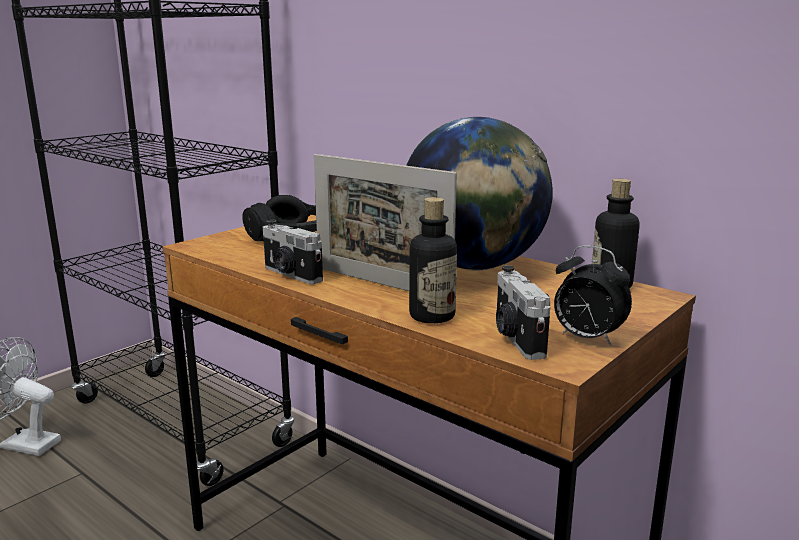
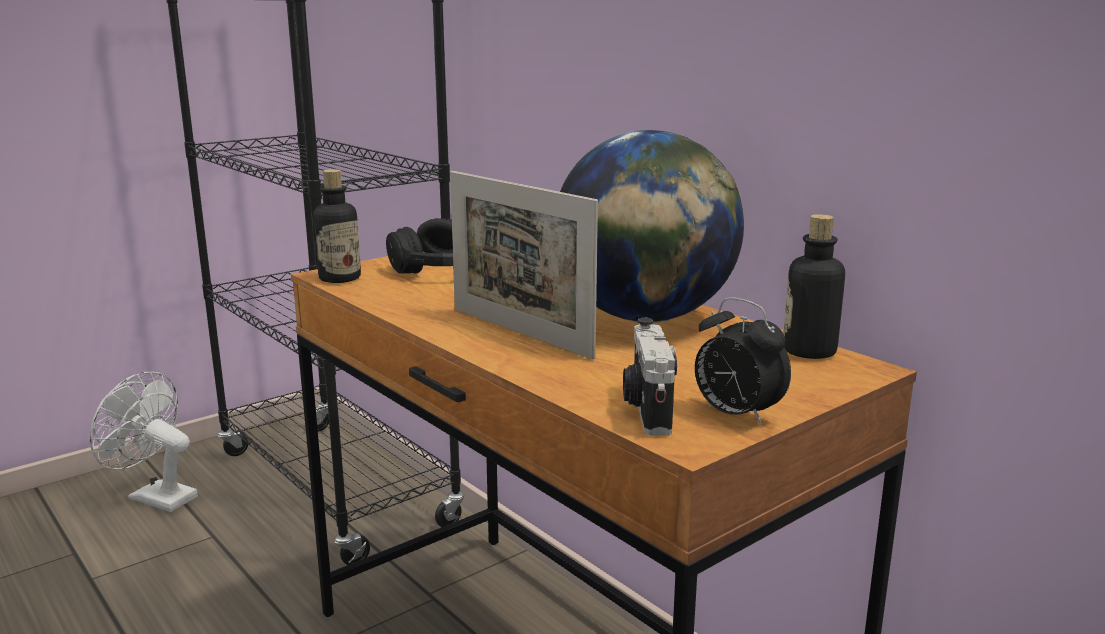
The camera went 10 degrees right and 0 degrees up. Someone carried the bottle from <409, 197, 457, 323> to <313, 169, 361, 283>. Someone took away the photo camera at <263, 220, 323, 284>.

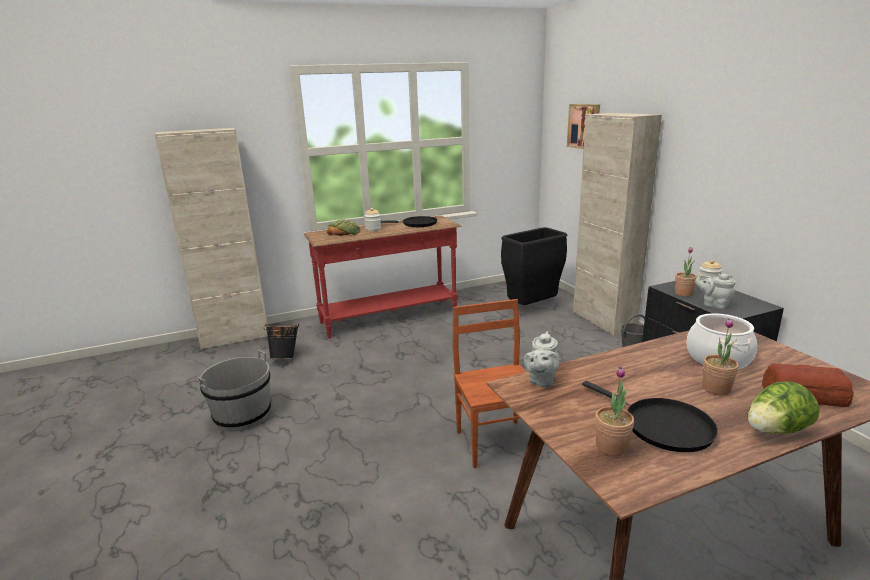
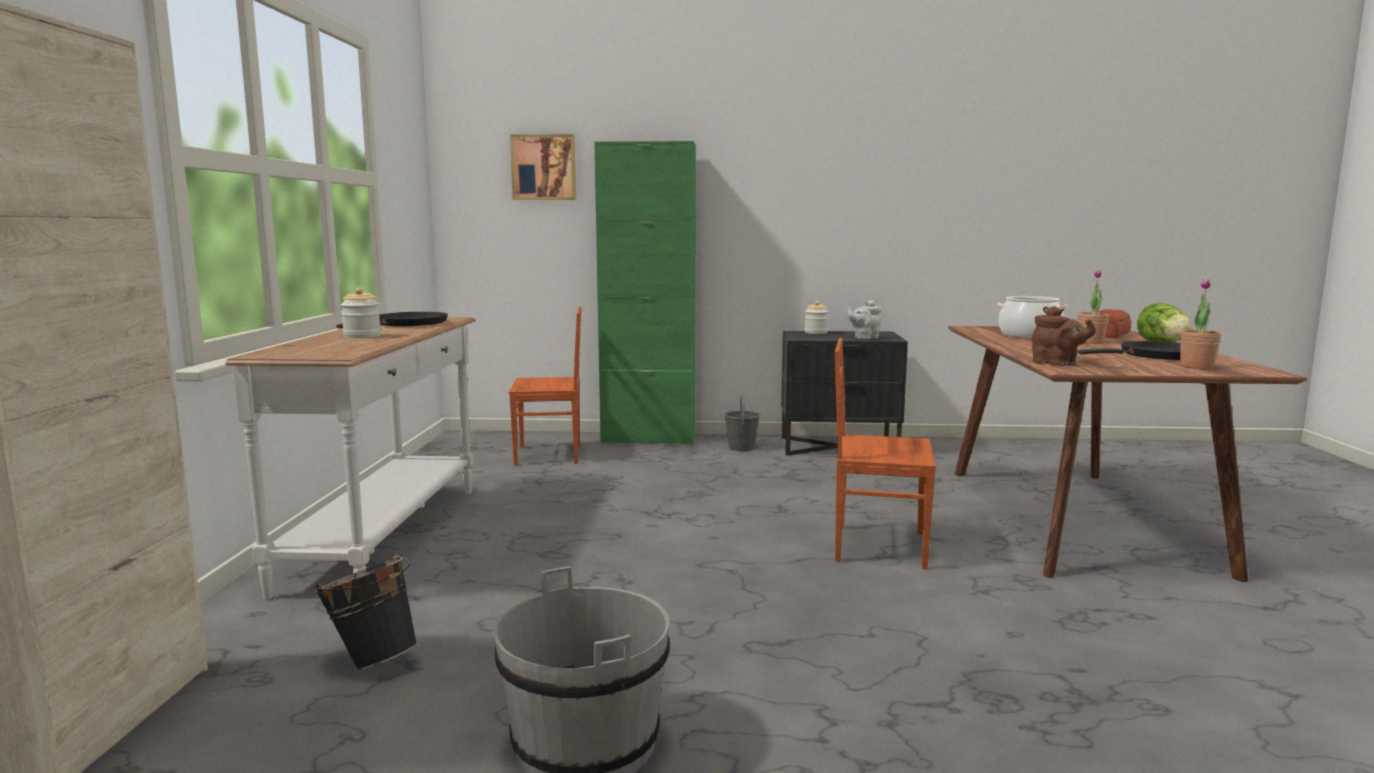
The camera went 65 degrees left and 10 degrees down. Someone repainted the beige cabinet at <573, 113, 662, 336>, which became the green cabinet at <594, 141, 696, 445>. Someone repainted the red console table at <304, 215, 461, 338>, which became the white console table at <225, 317, 476, 599>. Someone took away the bread at <327, 219, 360, 236>. Someone swapped the black trash can at <501, 227, 568, 305> for the brown chair at <509, 306, 581, 466>. Someone took away the potted plant at <675, 247, 697, 297>. Someone repainted the grey teapot at <524, 331, 560, 388>, which became the brown teapot at <1032, 306, 1096, 366>.

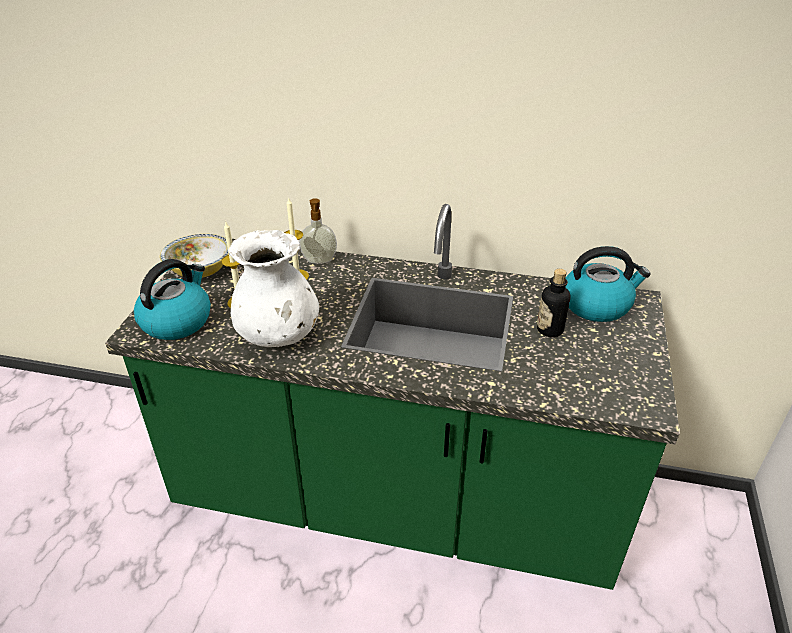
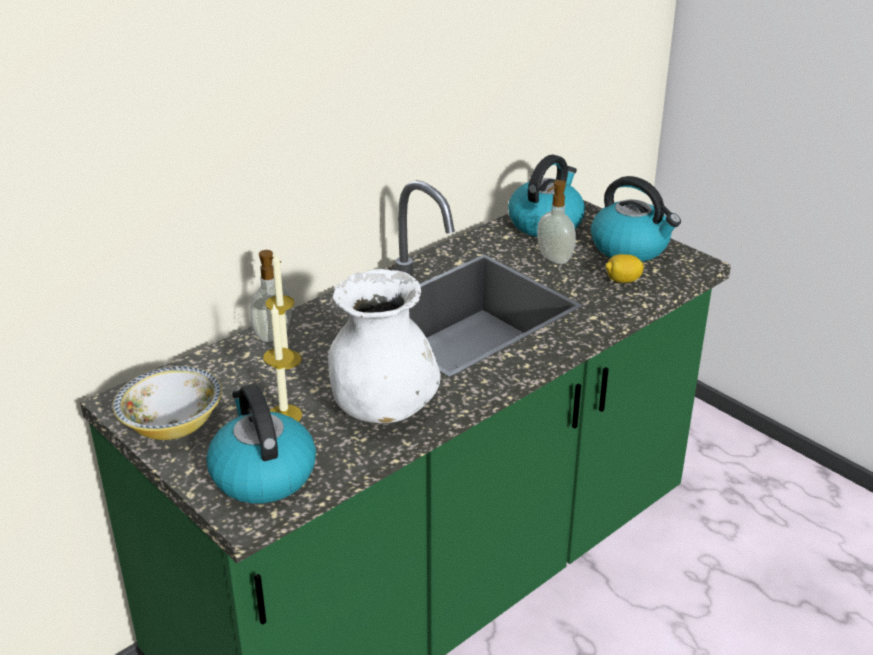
The camera went 55 degrees left and 5 degrees down. Someone swapped the bottle at <537, 269, 571, 337> for the soap dispenser at <537, 180, 576, 264>. Someone put down the kettle at <591, 176, 681, 262>. Someone put down the lemon at <605, 254, 644, 283>.

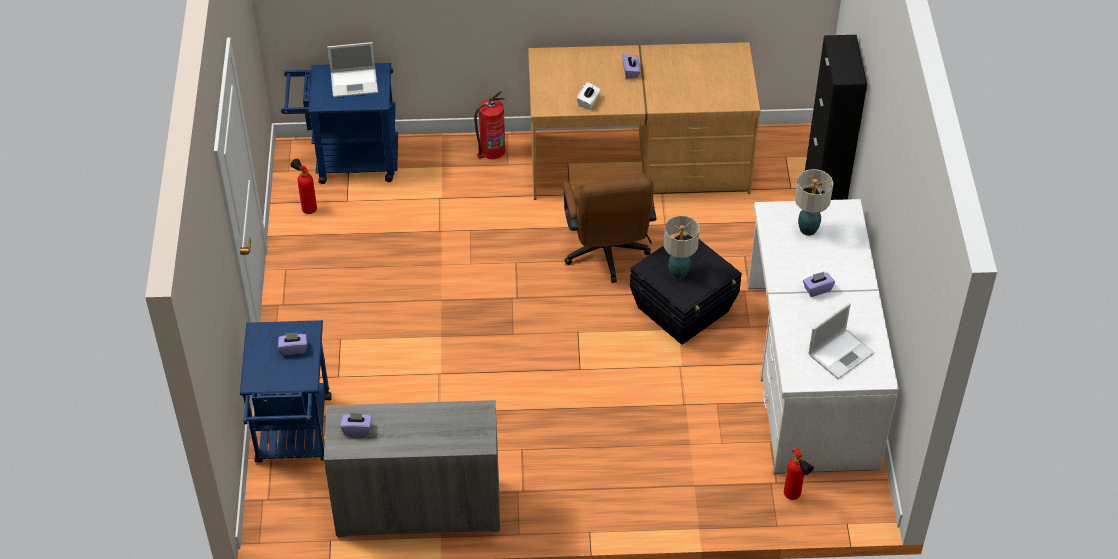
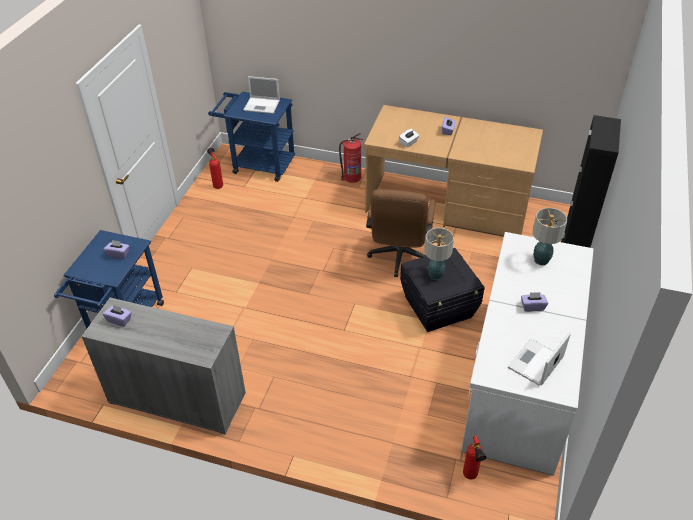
The camera went 20 degrees right and 5 degrees down. Someone rotated the laptop at <809, 303, 875, 379> by 150 degrees clockwise.

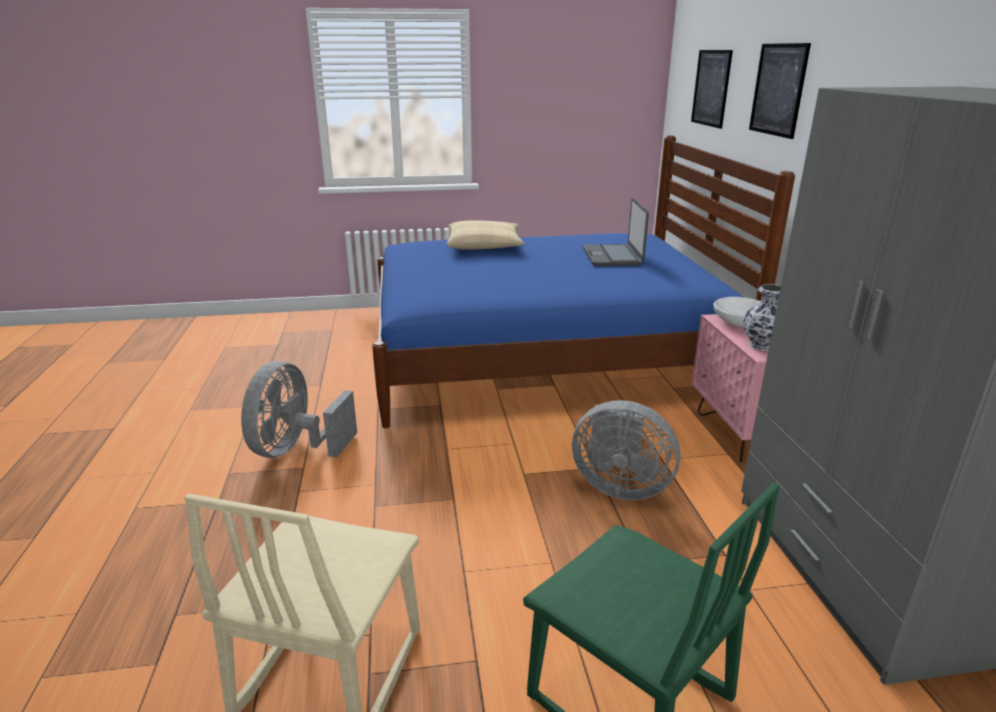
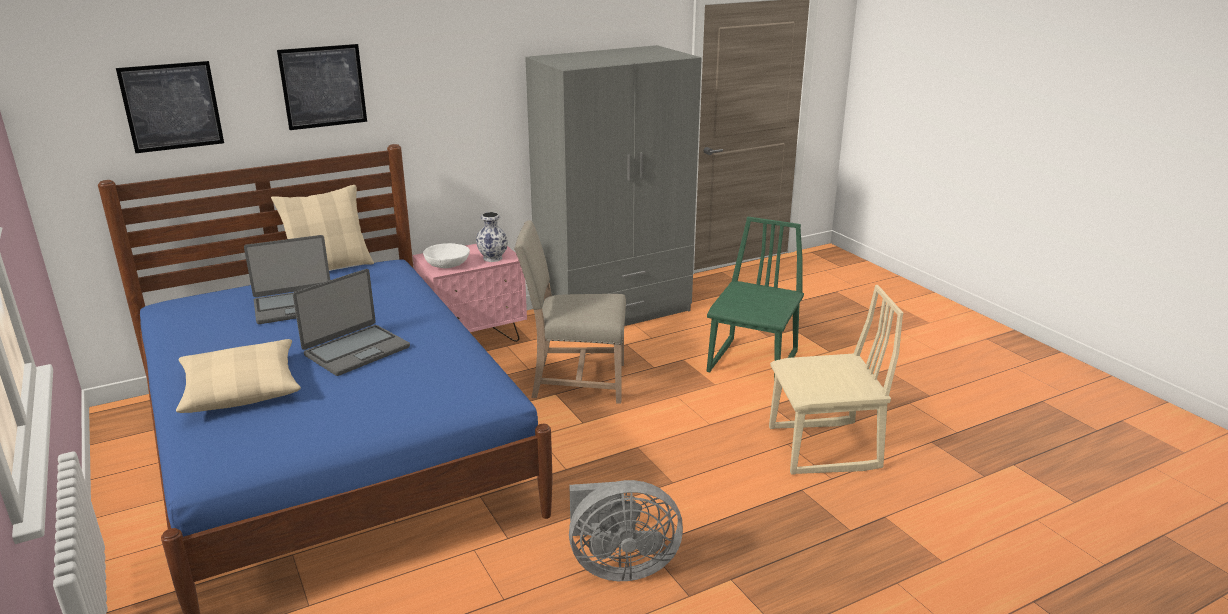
The camera went 110 degrees left and 0 degrees up. Someone swapped the grey fan at <572, 400, 680, 500> for the beige chair at <514, 220, 626, 404>. Someone put down the beige pillow at <271, 185, 374, 270>. Someone put down the laptop at <293, 269, 410, 376>.

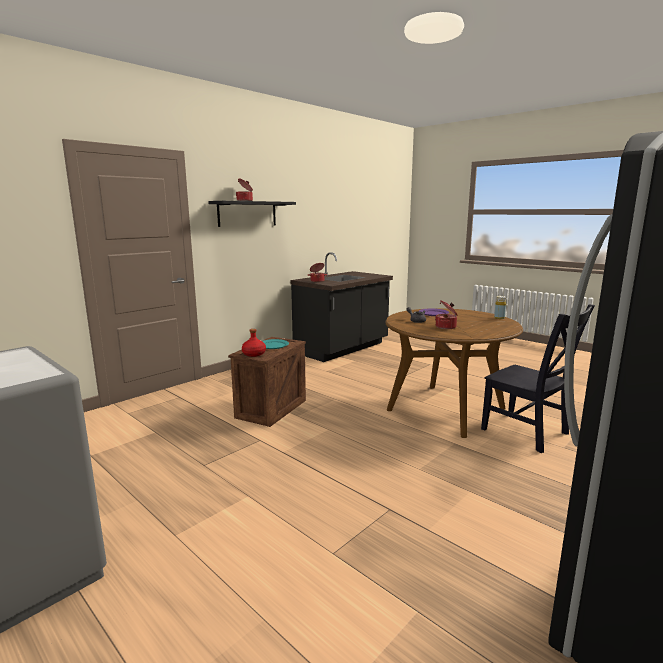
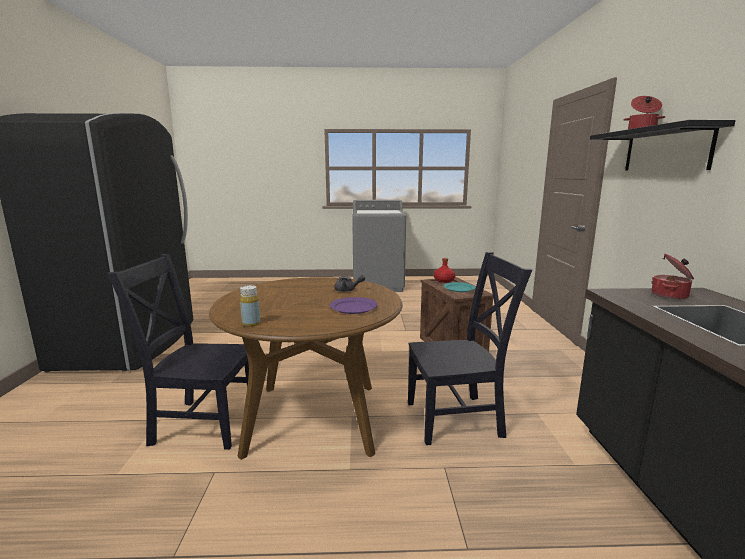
The camera went 135 degrees right and 0 degrees up. Someone took away the cooking pot at <435, 300, 457, 329>. Someone put down the black chair at <408, 252, 532, 445>.

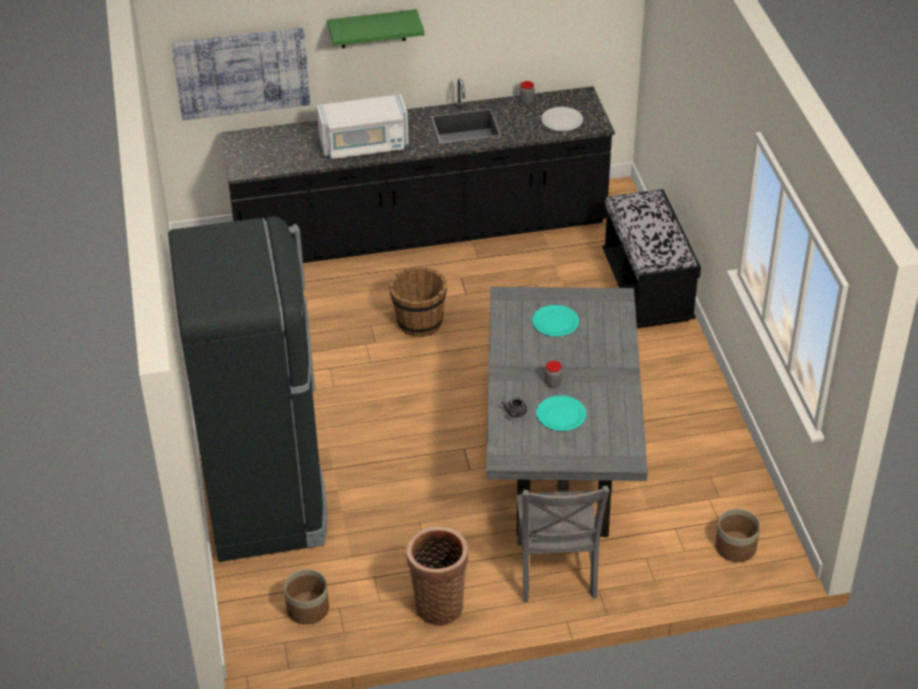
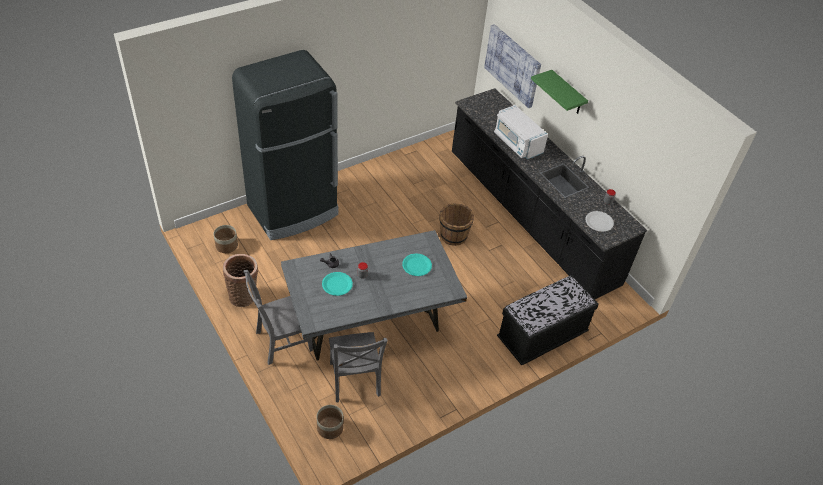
The camera went 65 degrees right and 5 degrees up. Someone put down the grey chair at <329, 332, 388, 402>.

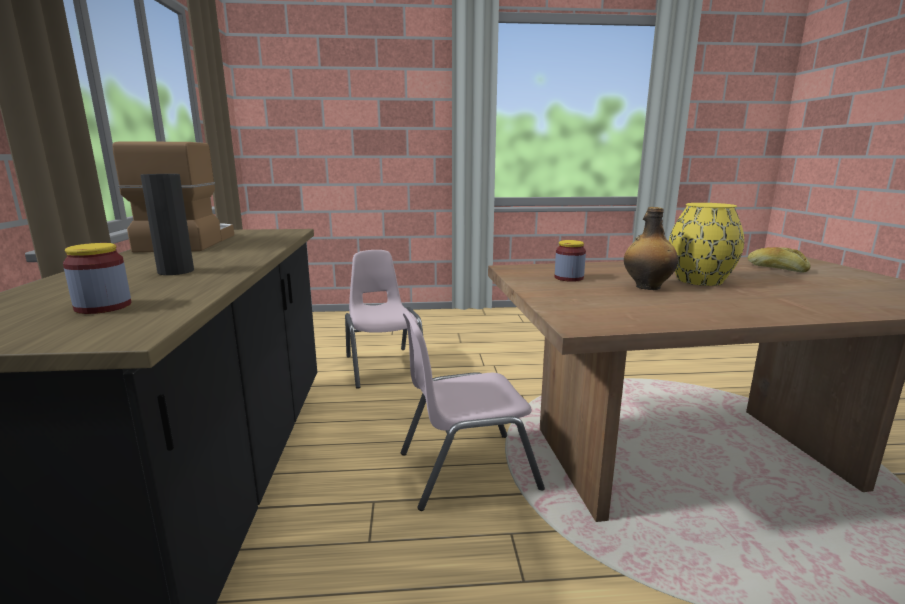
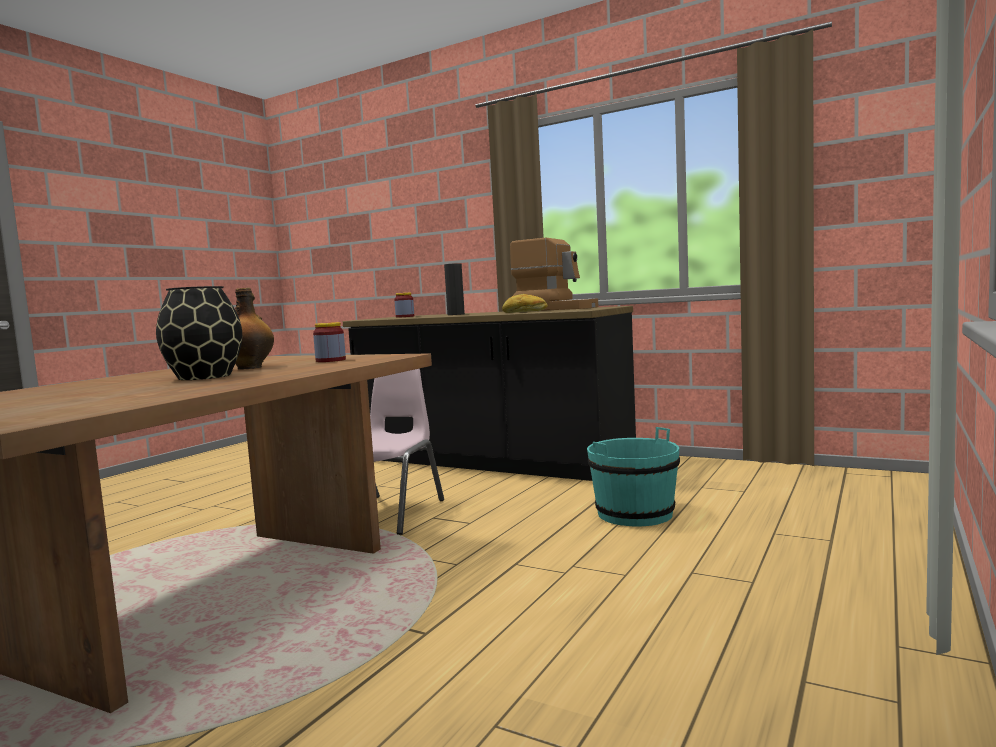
The camera went 125 degrees right and 10 degrees down. Someone repainted the yellow vase at <669, 203, 744, 286>, which became the black vase at <156, 286, 242, 380>. Someone carried the bread from <748, 247, 811, 272> to <502, 294, 548, 313>. Someone swapped the pink chair at <345, 250, 423, 389> for the turquoise bucket at <587, 427, 680, 527>.

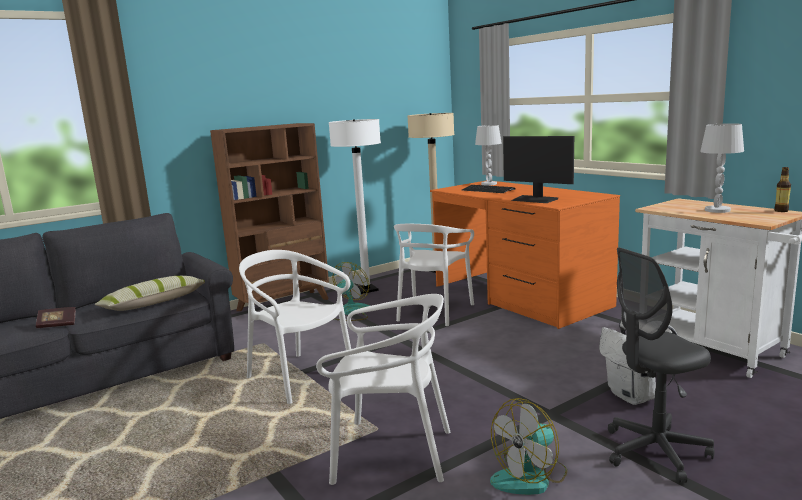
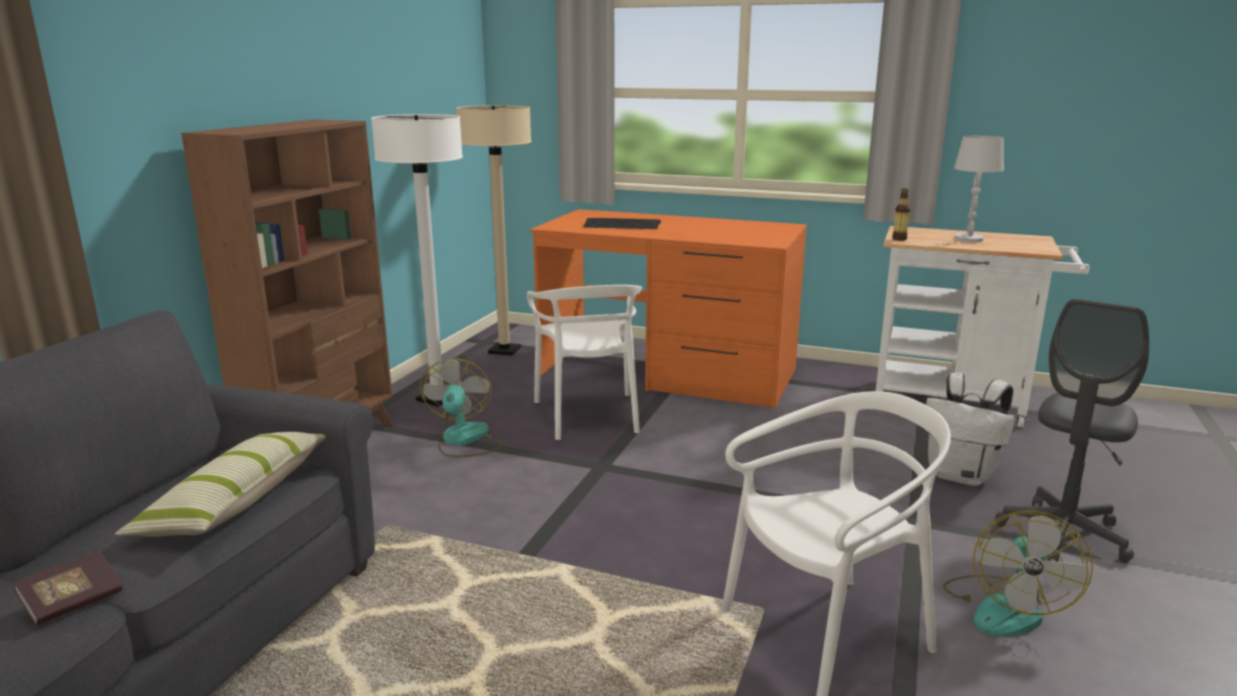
The camera went 35 degrees left and 5 degrees up. Someone took away the white table lamp at <475, 125, 502, 186>. Someone took away the monitor at <503, 136, 574, 203>. Someone carried the bottle from <774, 167, 791, 212> to <892, 189, 910, 241>. Someone took away the white chair at <239, 250, 351, 404>.

